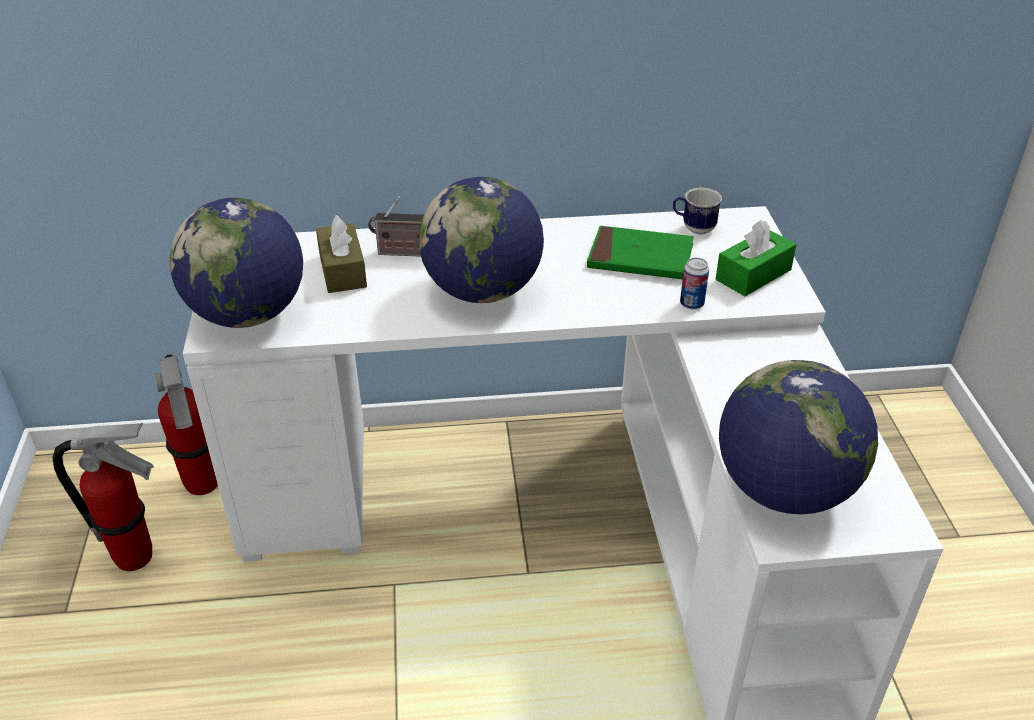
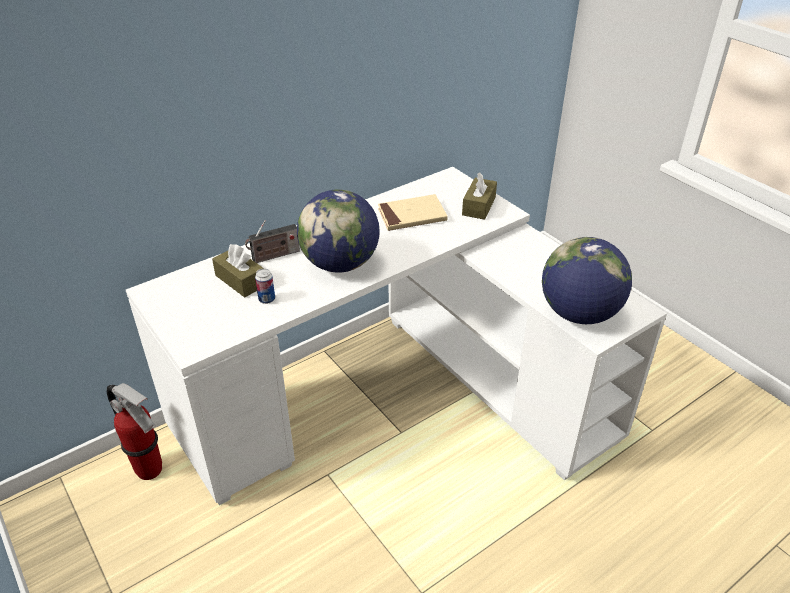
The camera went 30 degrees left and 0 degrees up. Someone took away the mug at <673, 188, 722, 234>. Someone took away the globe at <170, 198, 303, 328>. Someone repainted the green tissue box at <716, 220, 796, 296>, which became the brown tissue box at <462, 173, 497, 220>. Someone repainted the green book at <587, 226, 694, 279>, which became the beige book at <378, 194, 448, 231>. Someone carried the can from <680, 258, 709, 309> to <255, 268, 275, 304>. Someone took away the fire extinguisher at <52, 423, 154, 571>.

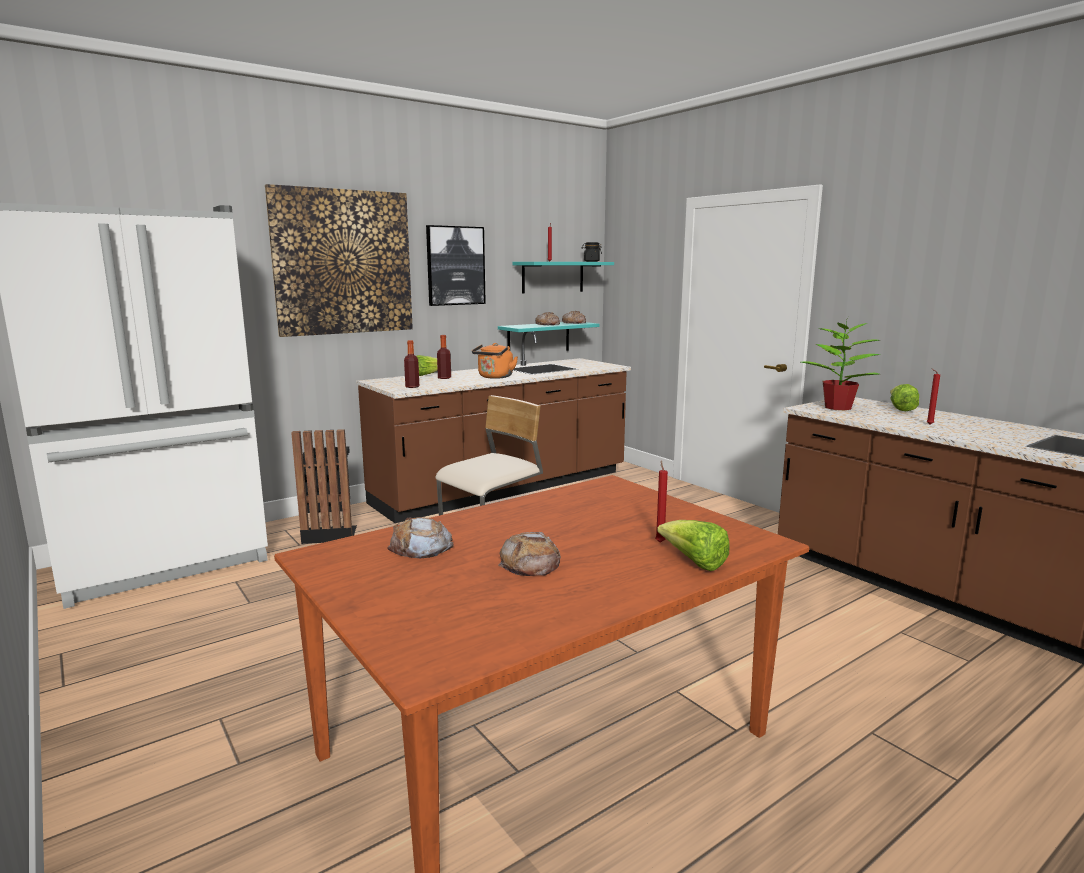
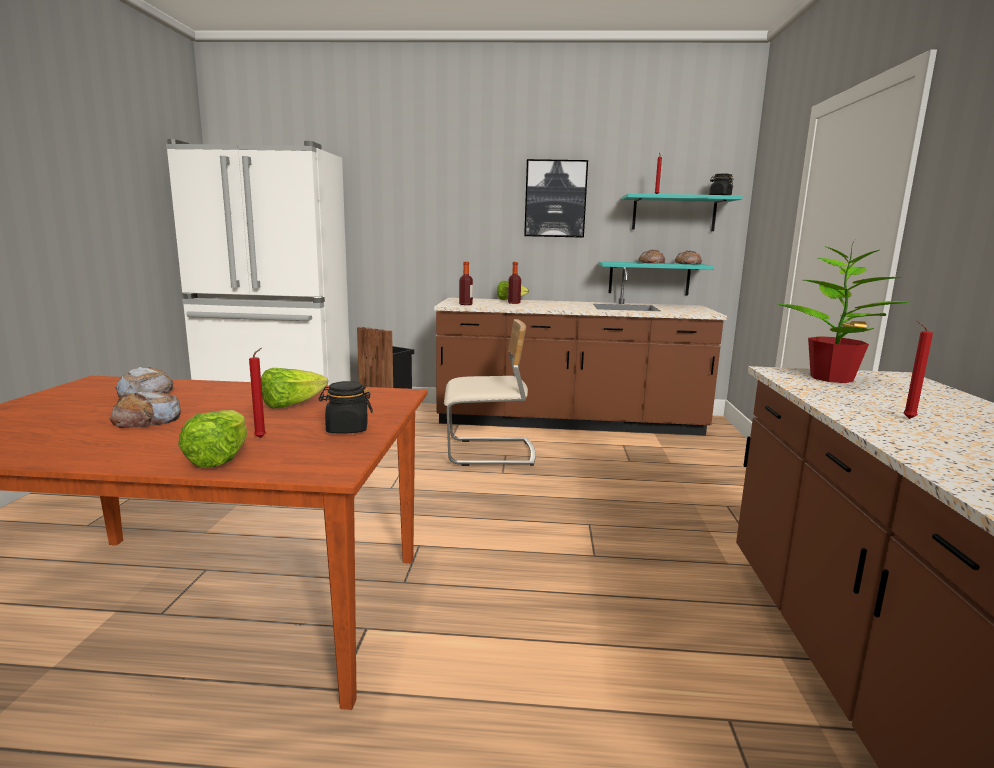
The camera went 40 degrees right and 0 degrees up. Someone took away the picture at <265, 184, 413, 337>. Someone took away the orange kettle at <472, 343, 518, 379>. Someone carried the lettuce from <890, 384, 919, 411> to <261, 368, 328, 408>. Someone put down the black jar at <319, 381, 373, 434>.

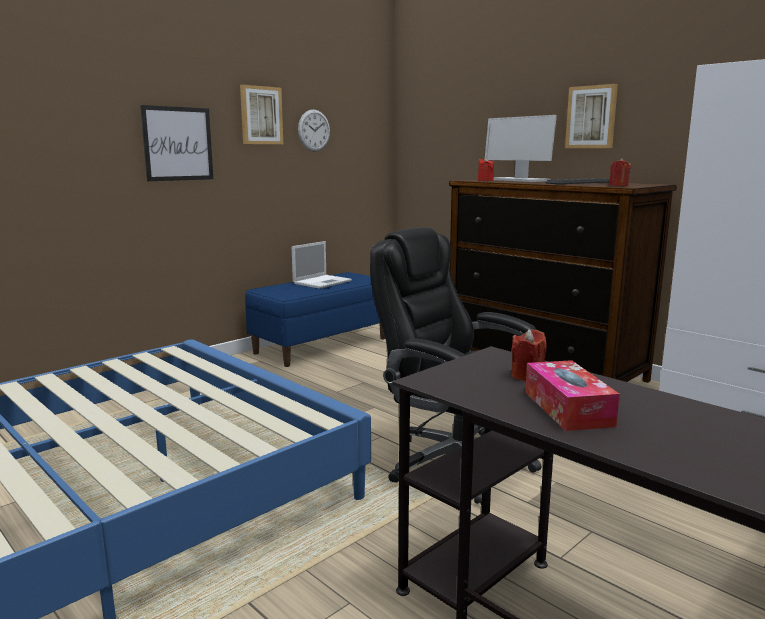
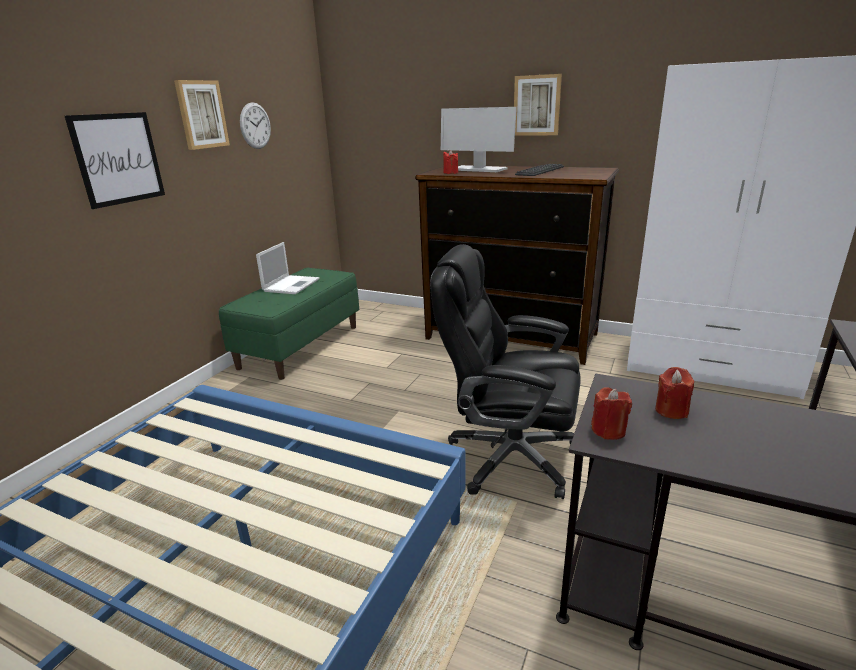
The camera went 20 degrees left and 10 degrees up. Someone carried the red candle from <609, 158, 631, 186> to <591, 387, 632, 440>. Someone repainted the blue bench at <245, 272, 385, 367>, which became the green bench at <219, 268, 359, 380>. Someone took away the tissue box at <525, 360, 620, 431>.

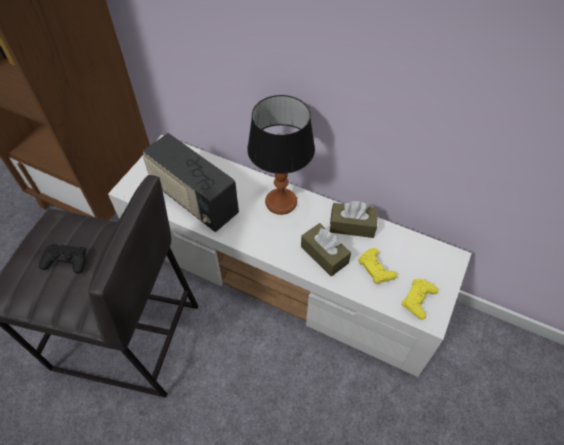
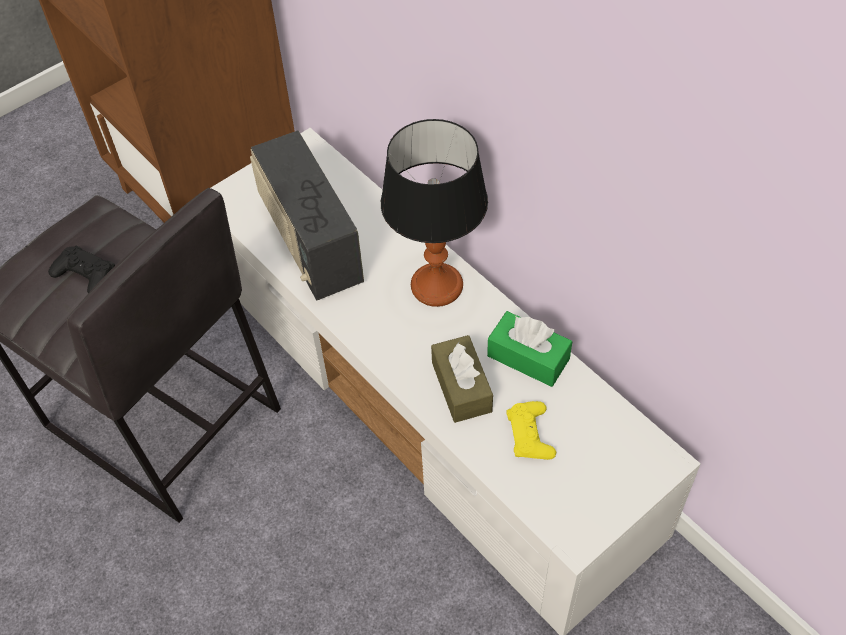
The camera went 25 degrees right and 0 degrees up. Someone repainted the brown tissue box at <330, 201, 378, 238>, which became the green tissue box at <487, 311, 572, 387>. Someone took away the yellow game controller at <402, 279, 438, 320>.

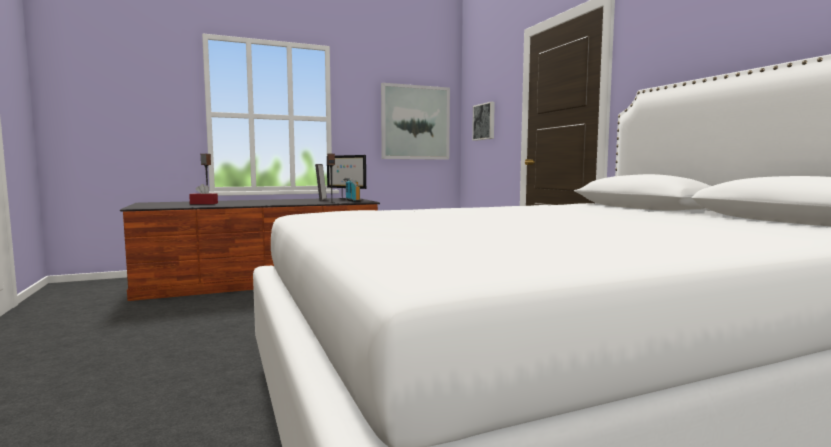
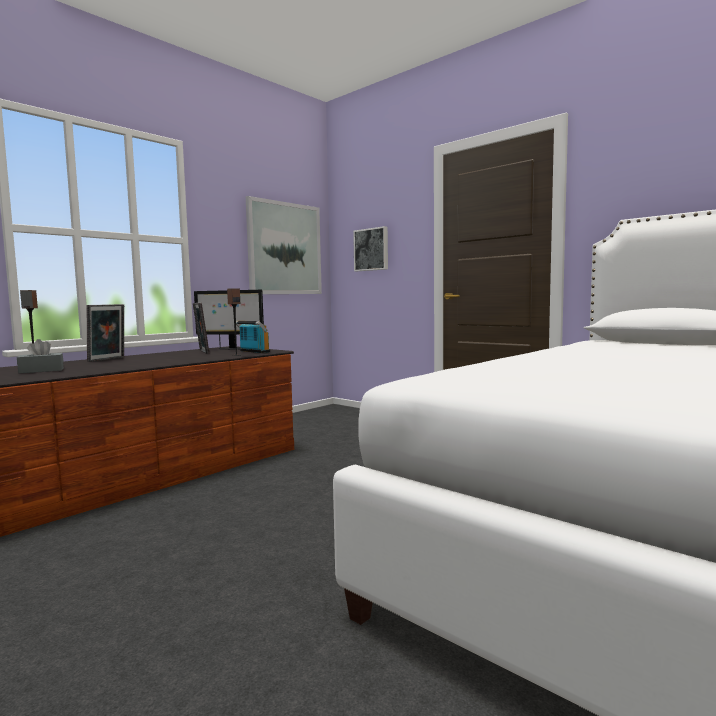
The camera went 25 degrees left and 0 degrees up. Someone repainted the red tissue box at <189, 184, 218, 204>, which became the grey tissue box at <17, 339, 64, 374>. Someone put down the picture frame at <86, 304, 124, 362>.

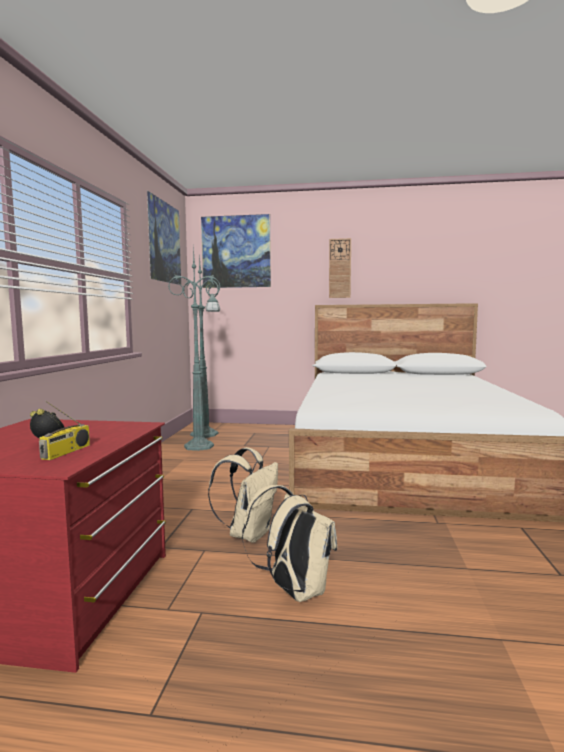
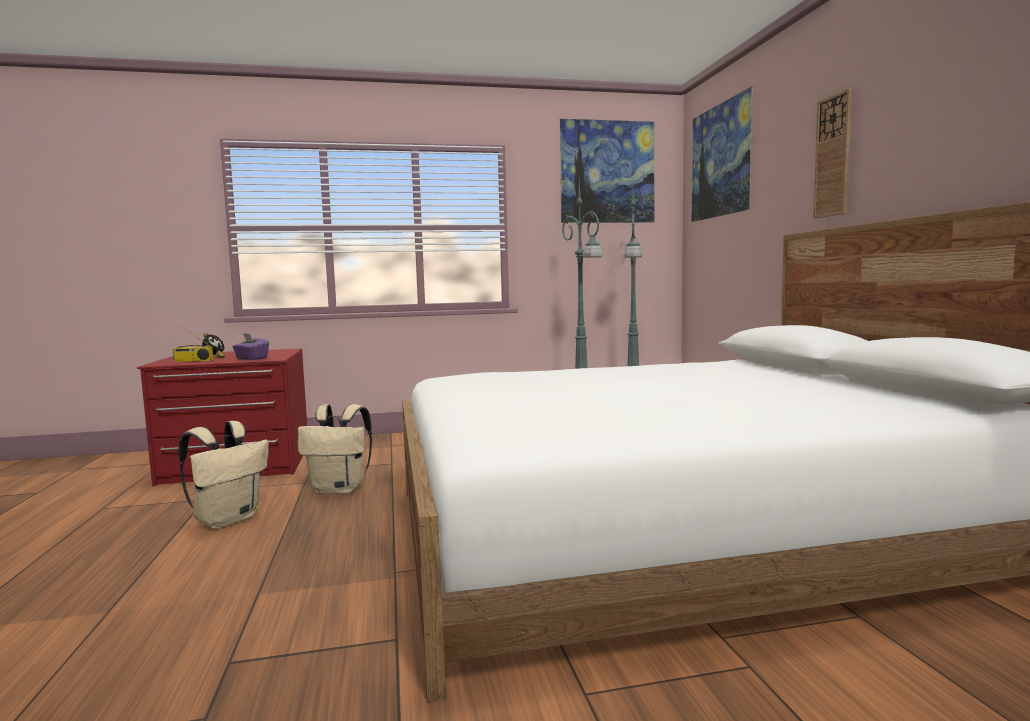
The camera went 70 degrees right and 0 degrees up. Someone put down the purple tissue box at <232, 333, 269, 360>.

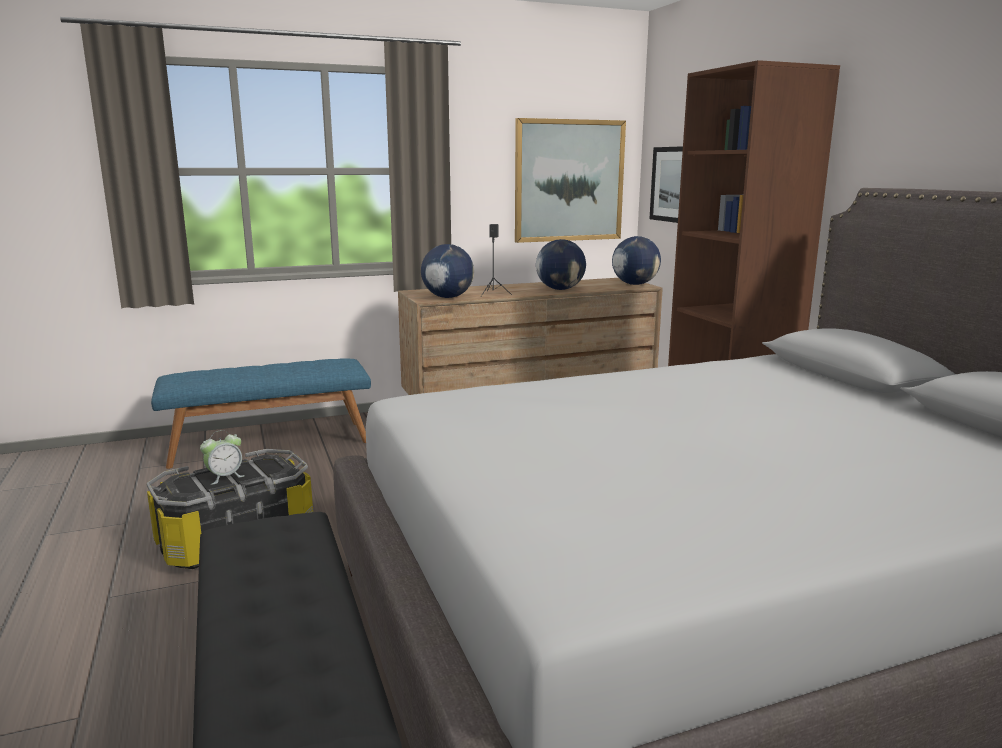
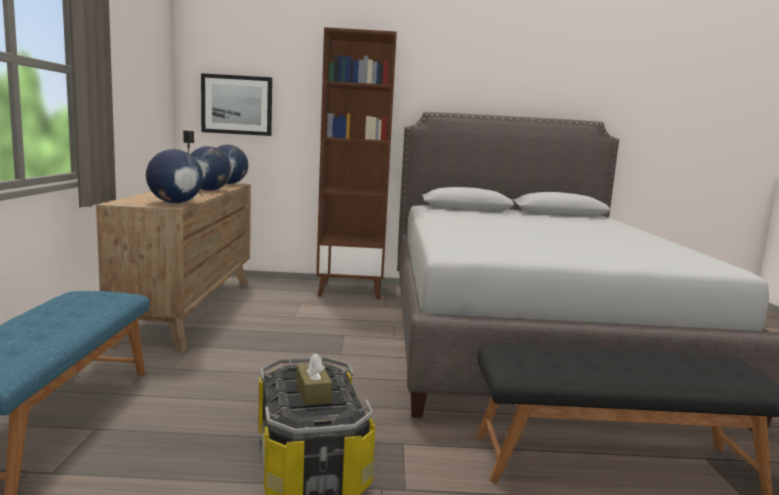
The camera went 70 degrees left and 5 degrees down. Someone took away the picture at <515, 118, 626, 243>. Someone swapped the alarm clock at <200, 430, 244, 485> for the brown tissue box at <296, 353, 332, 406>.

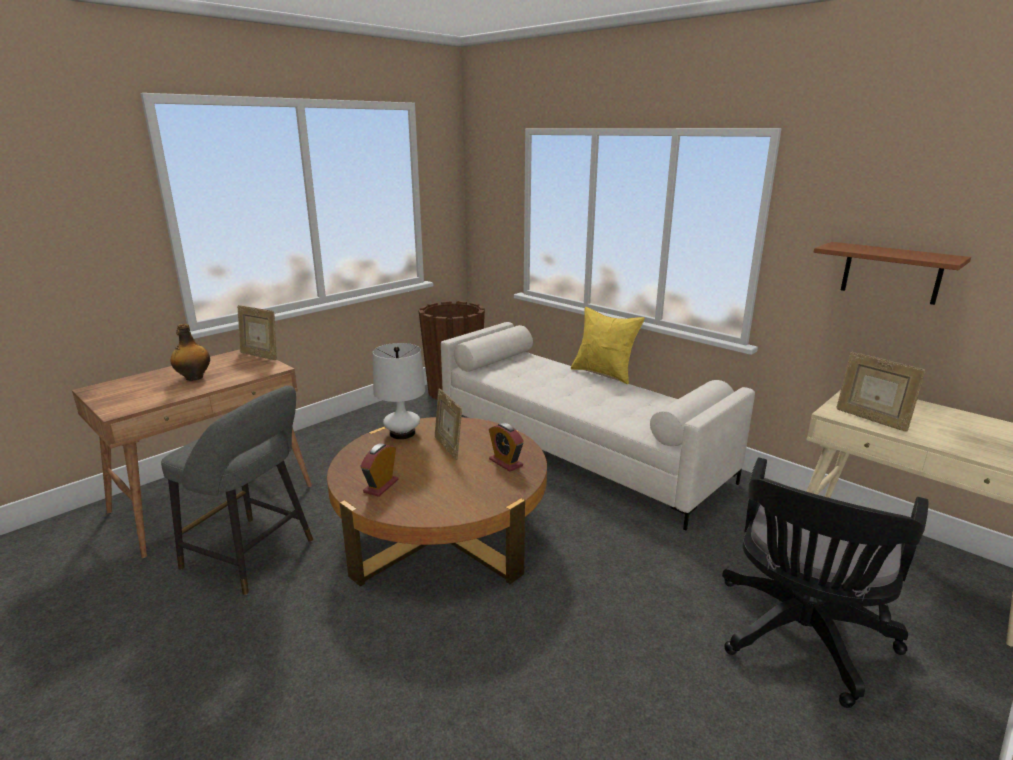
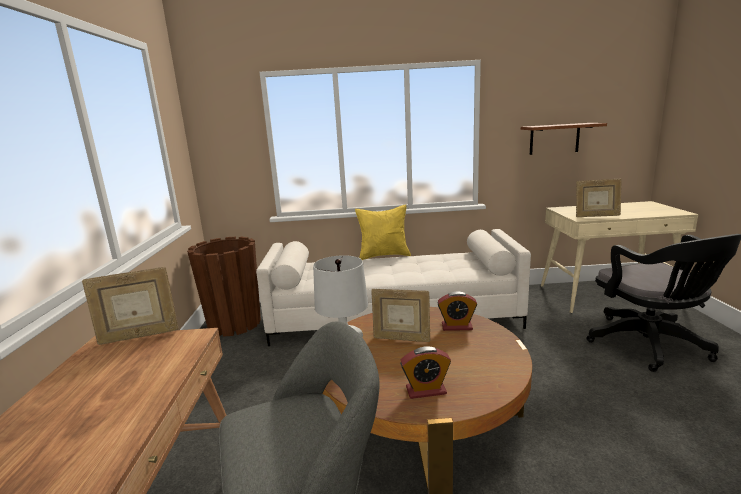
The camera went 45 degrees left and 5 degrees down. Someone took away the bottle at <171, 324, 210, 381>. Someone rotated the alarm clock at <360, 443, 399, 497> by 75 degrees counterclockwise.

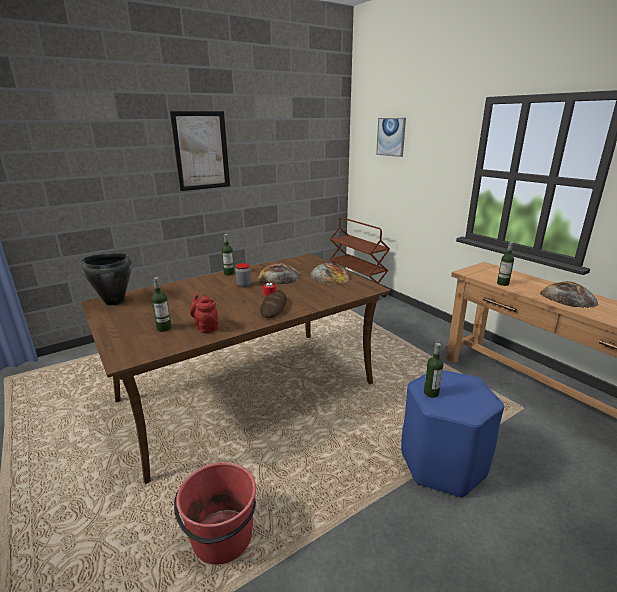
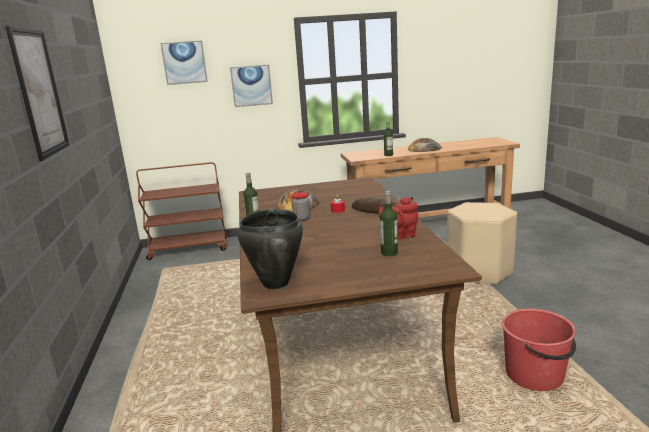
The camera went 65 degrees left and 5 degrees down. Someone took away the bread at <310, 263, 350, 285>. Someone took away the bottle at <424, 343, 443, 398>. Someone repainted the blue stool at <401, 370, 504, 498>, which became the beige stool at <447, 202, 517, 285>. Someone put up the picture at <230, 65, 273, 107>.

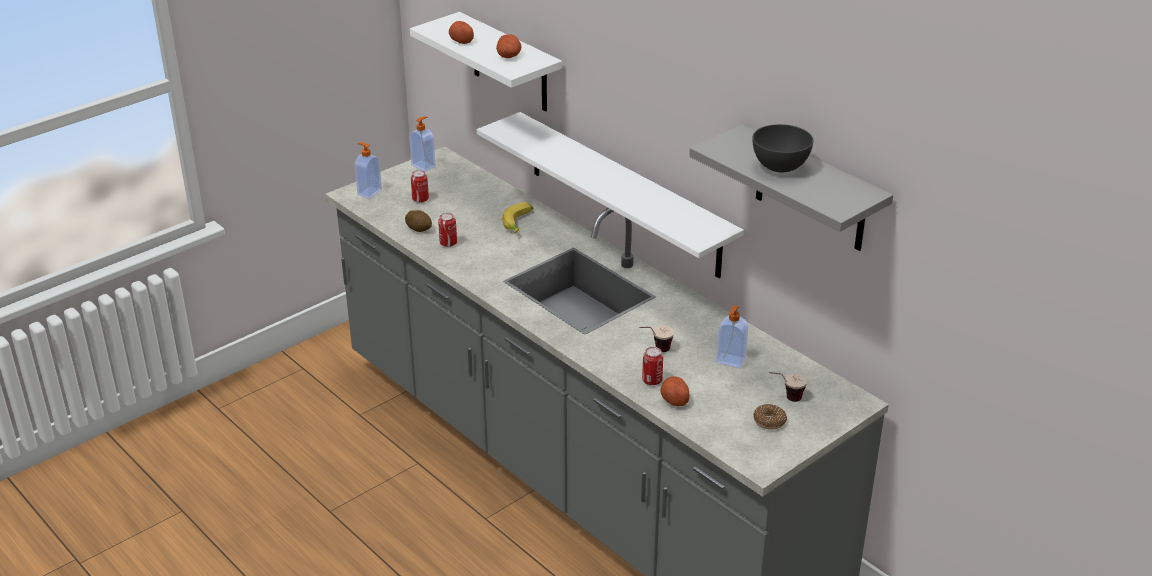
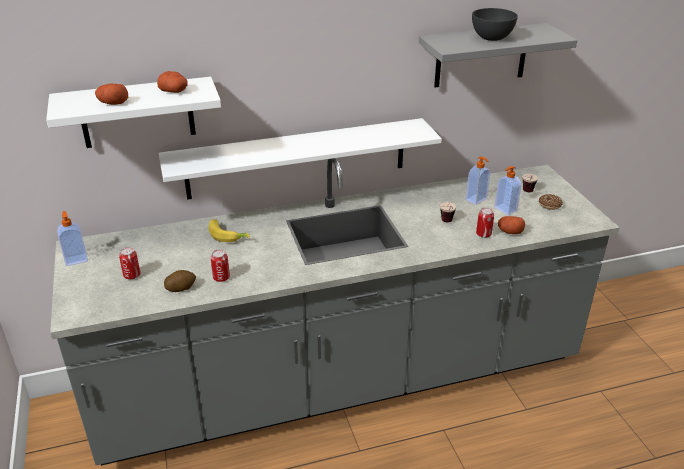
The camera went 65 degrees left and 0 degrees up. Someone carried the soap dispenser from <355, 142, 382, 199> to <494, 166, 521, 215>.

